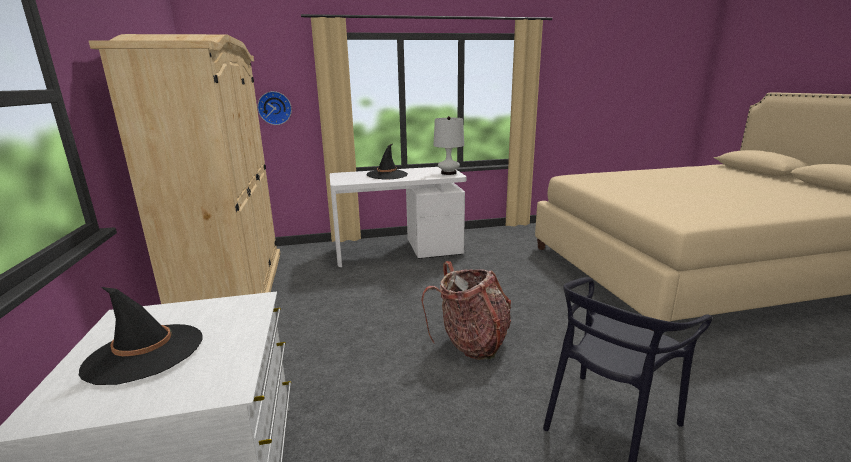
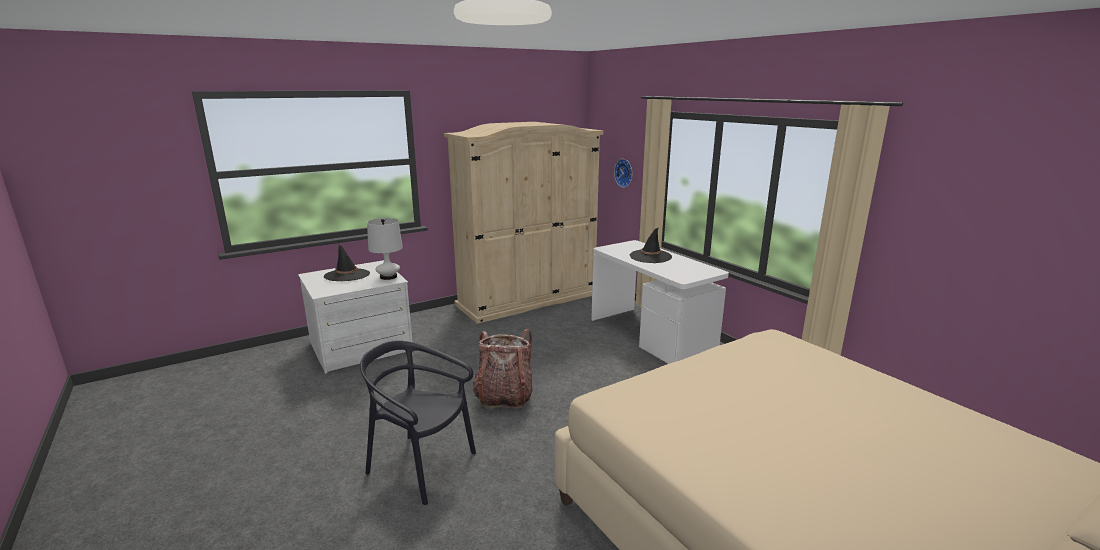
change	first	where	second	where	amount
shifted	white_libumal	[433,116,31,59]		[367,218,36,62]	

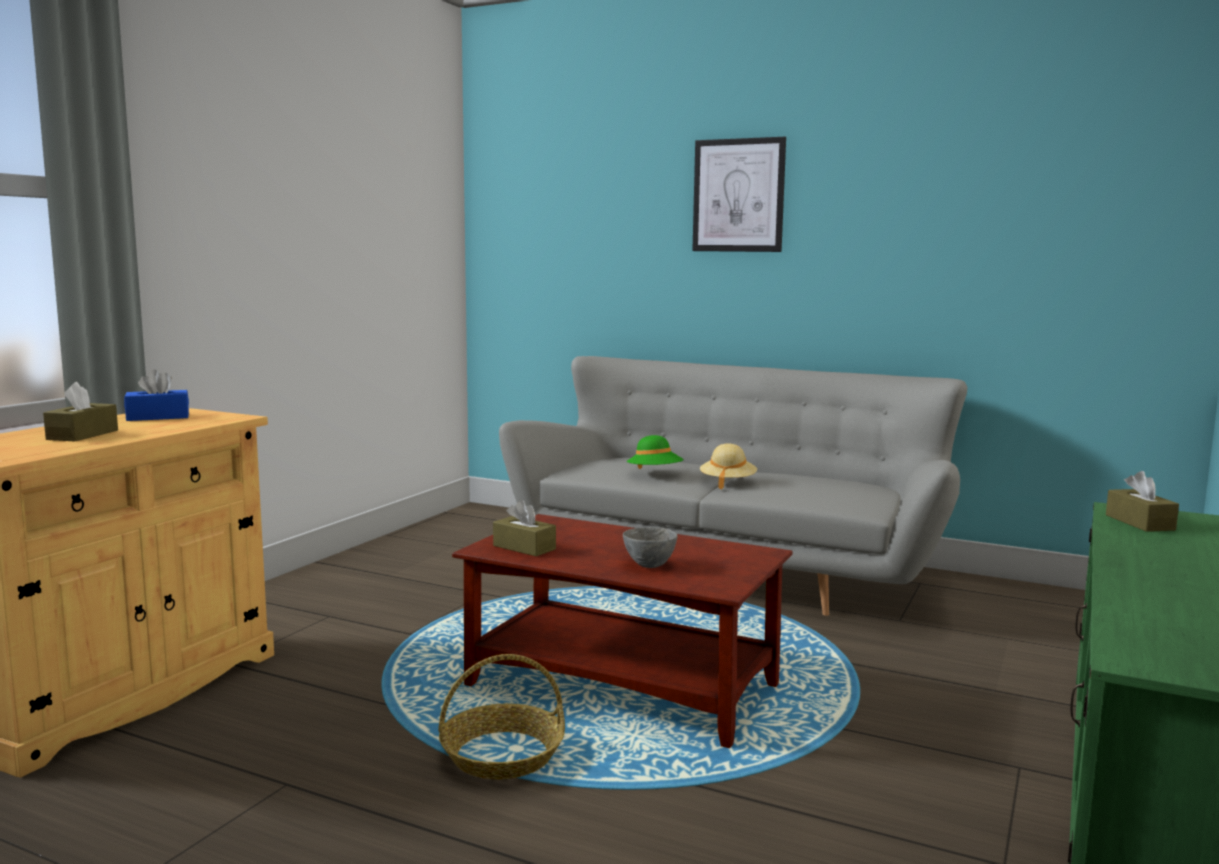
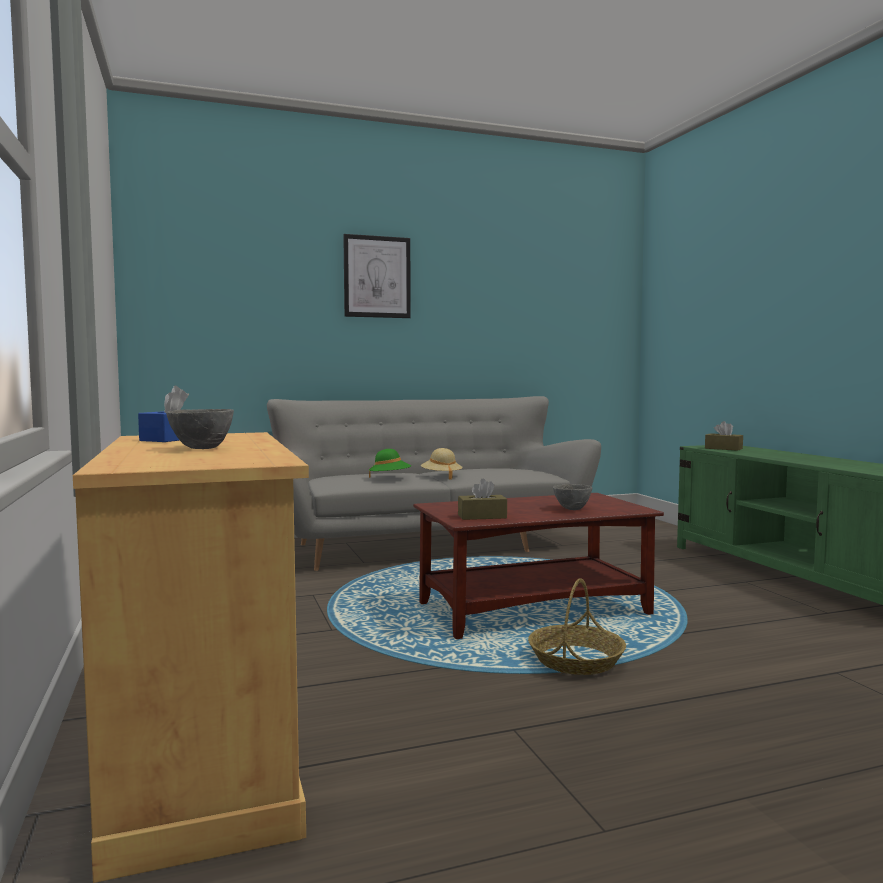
change	first	where	second	where	amount
swapped	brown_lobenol	[43,382,75,59]	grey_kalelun	[166,409,68,40]	

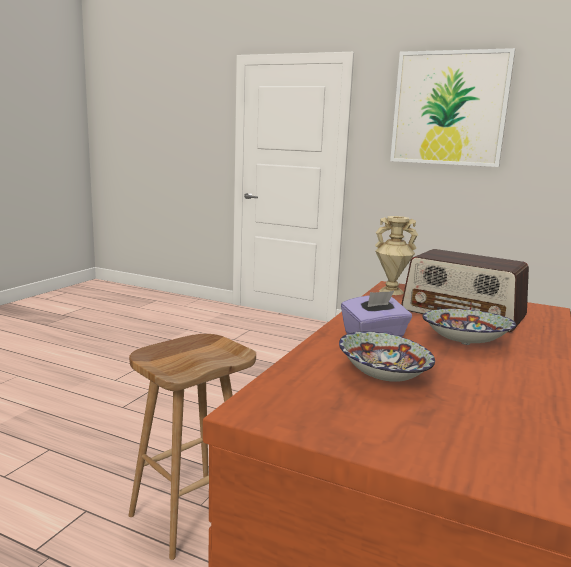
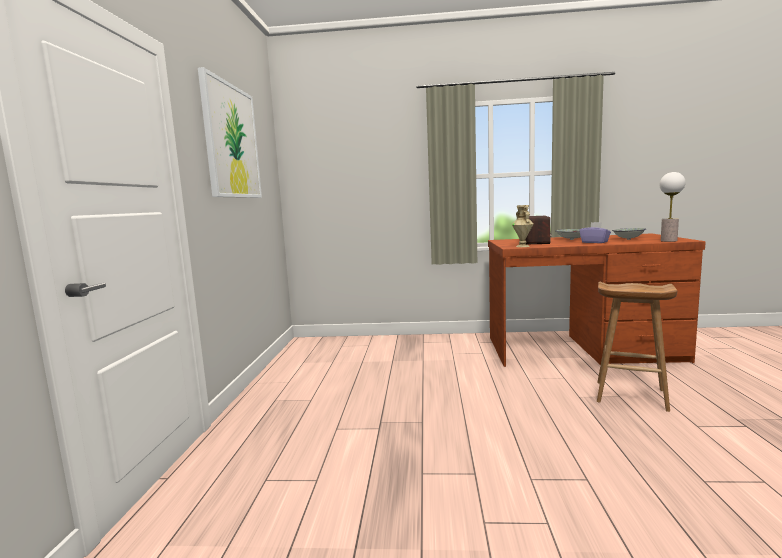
change	first	where	second	where	amount
new			libumal	[660,172,26,70]	

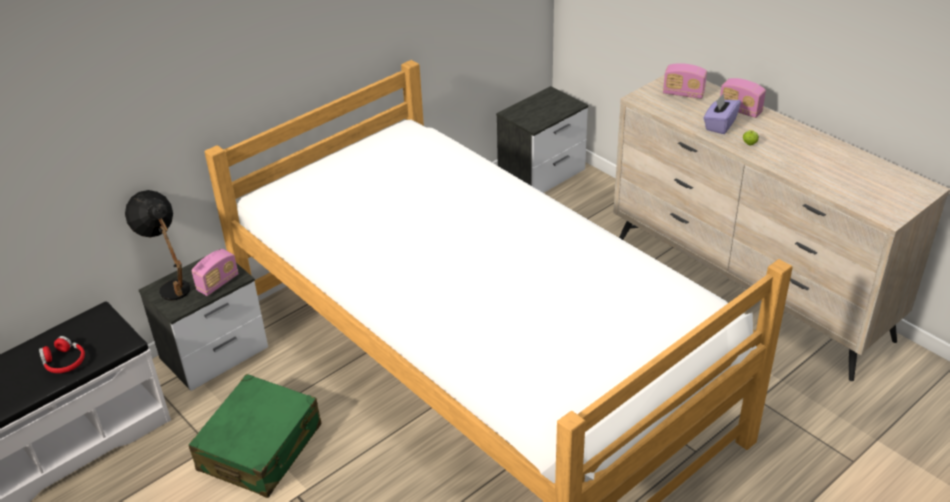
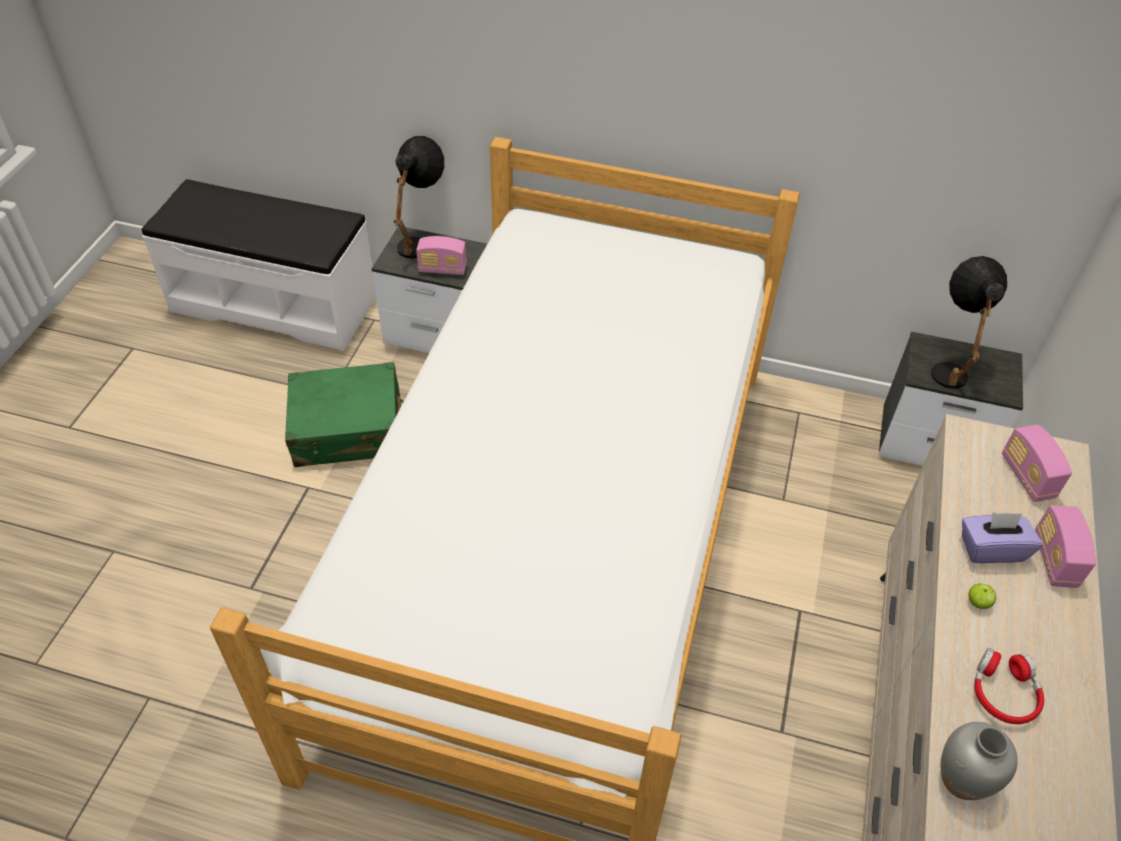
change	first	where	second	where	amount
shifted	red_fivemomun	[39,336,46,37]		[974,648,70,76]	
new			black_libumal	[931,256,76,133]	
new			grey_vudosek	[940,722,78,78]	

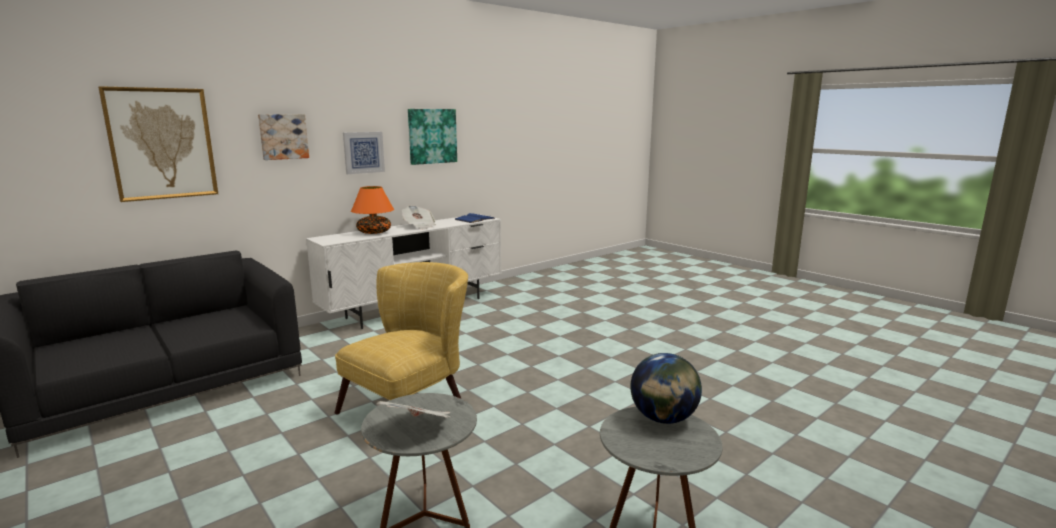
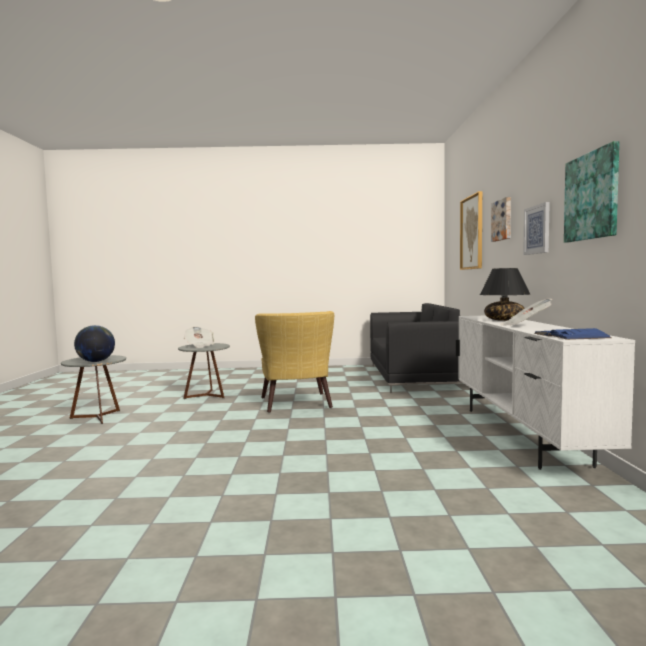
change	first	where	second	where	amount
repainted	orange_libumal	[351,186,43,48]	black_libumal	[480,268,50,53]	

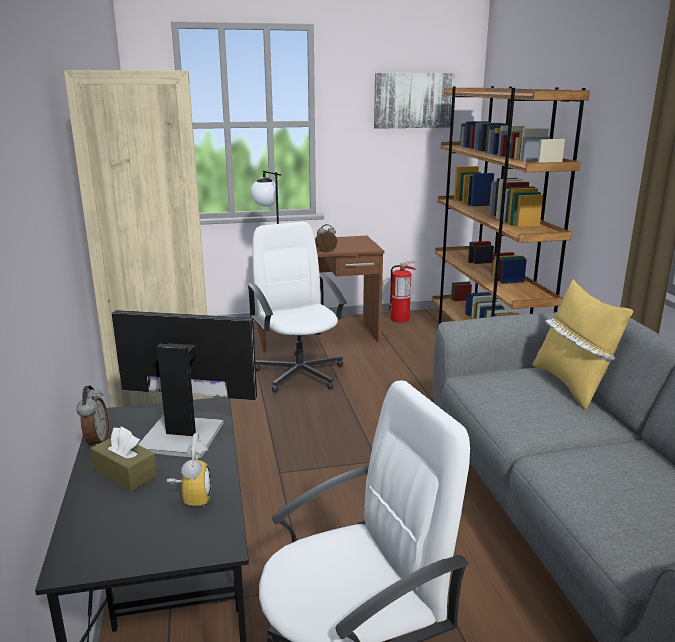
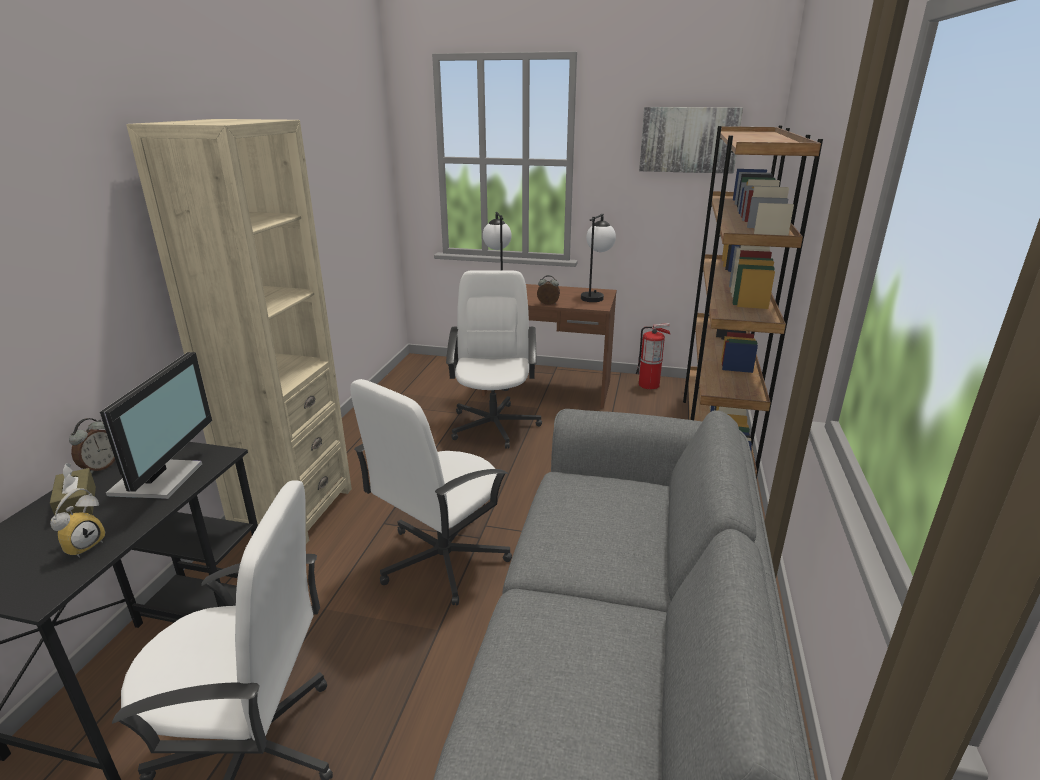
change	first	where	second	where	amount
gone	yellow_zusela	[533,279,100,131]			
rotated	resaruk	[111,310,146,148]		[100,352,112,147]	60 degrees clockwise
new			libumal	[581,213,35,89]	
new			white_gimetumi	[350,379,162,226]	

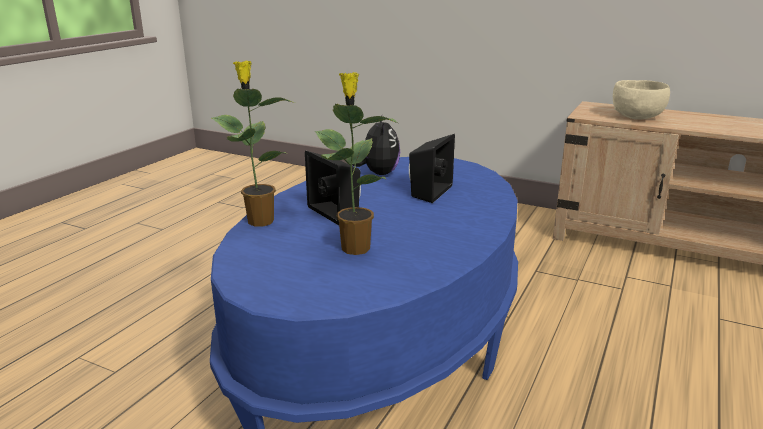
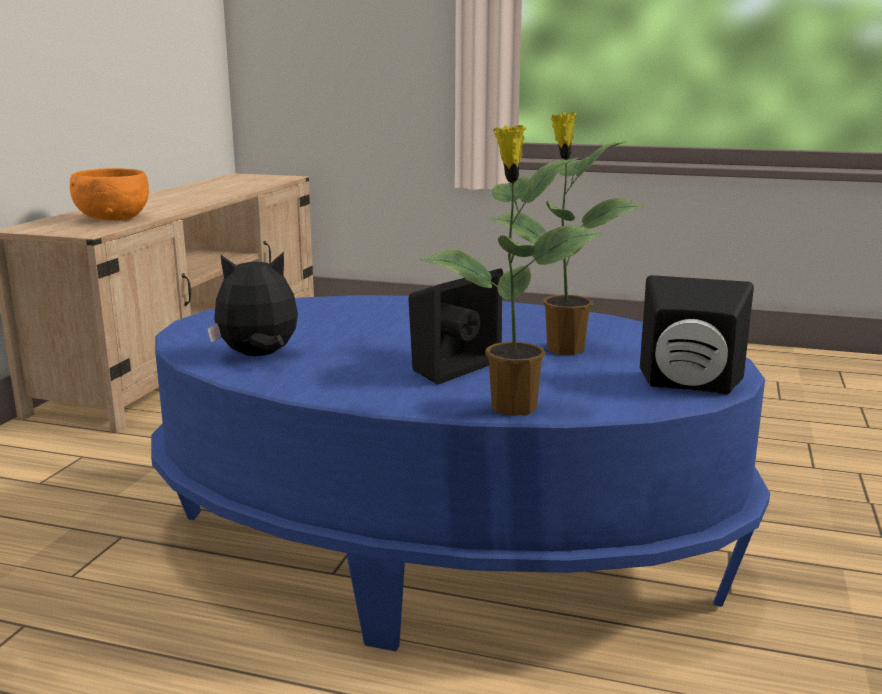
change	first	where	second	where	amount
repainted	beige_kalelun	[613,80,57,40]	orange_kalelun	[70,168,79,53]	
shifted	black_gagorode	[409,134,46,69]		[640,275,114,119]	

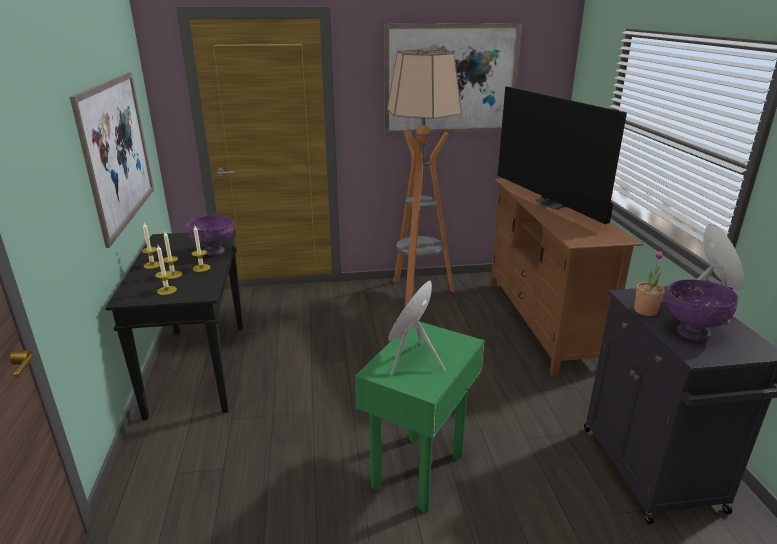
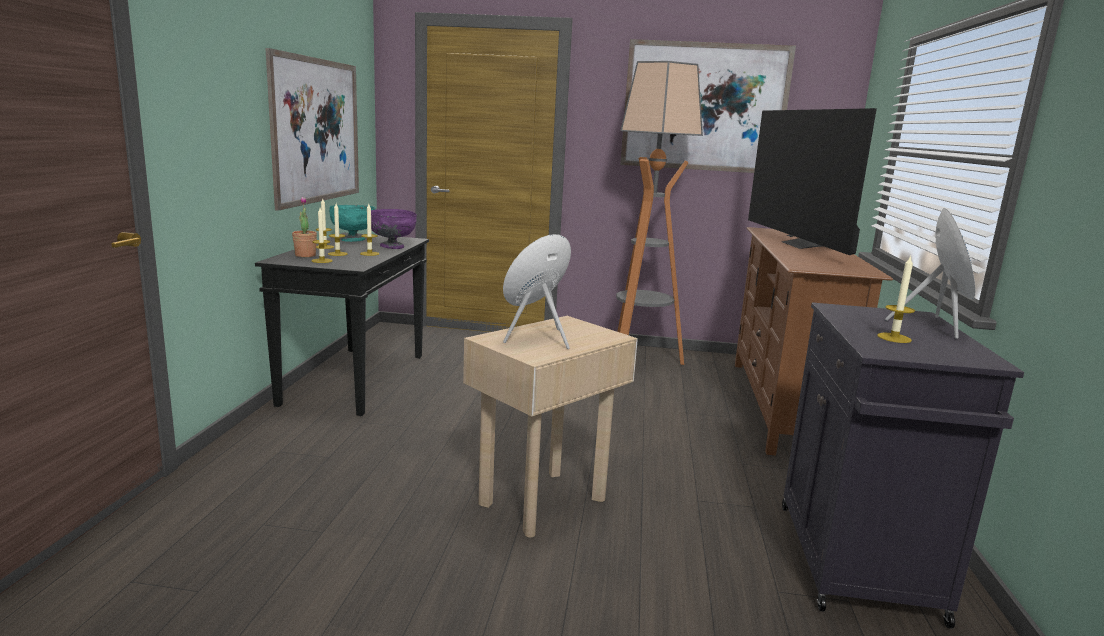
change	first	where	second	where	amount
shifted	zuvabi	[634,251,31,65]		[292,197,25,60]	
swapped	purple_kalelun	[666,280,73,61]	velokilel	[877,255,38,88]	
repainted	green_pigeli	[355,321,129,192]	beige_pigeli	[463,316,175,222]	
new			turquoise_kalelun	[329,205,46,37]	

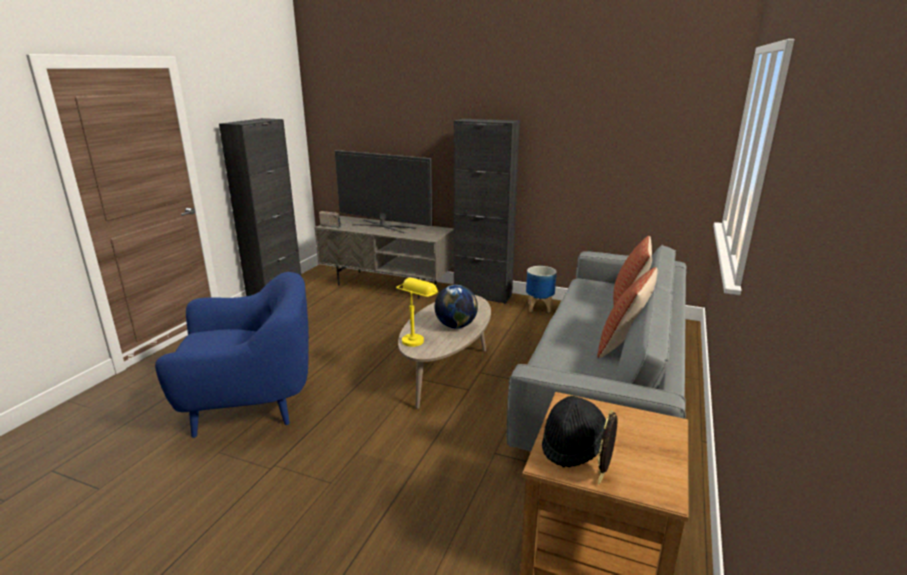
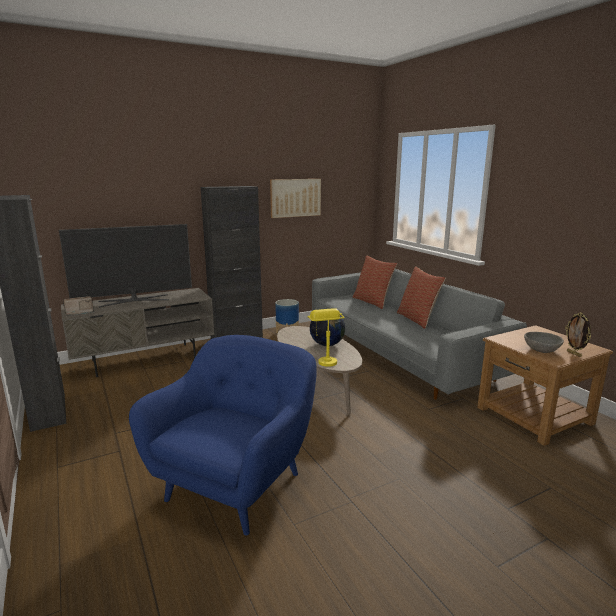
change	first	where	second	where	amount
swapped	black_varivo	[542,396,64,71]	grey_kalelun	[524,332,40,21]	
new			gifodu	[270,179,51,39]	

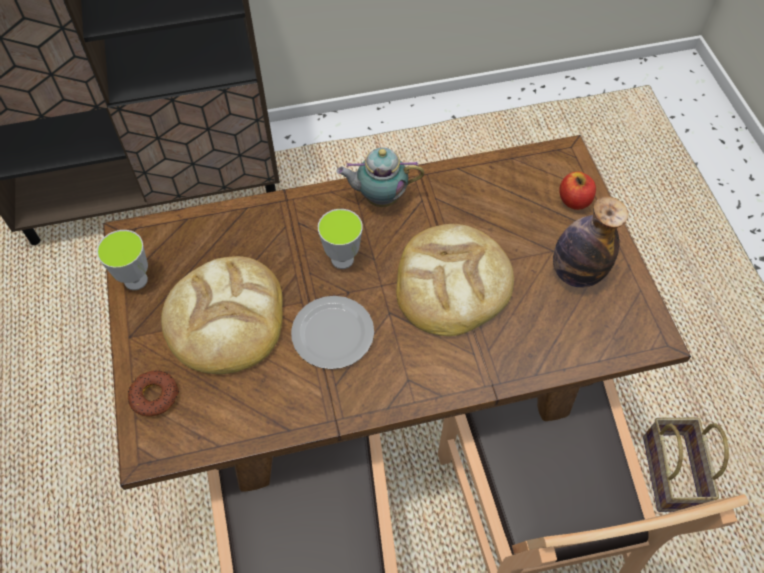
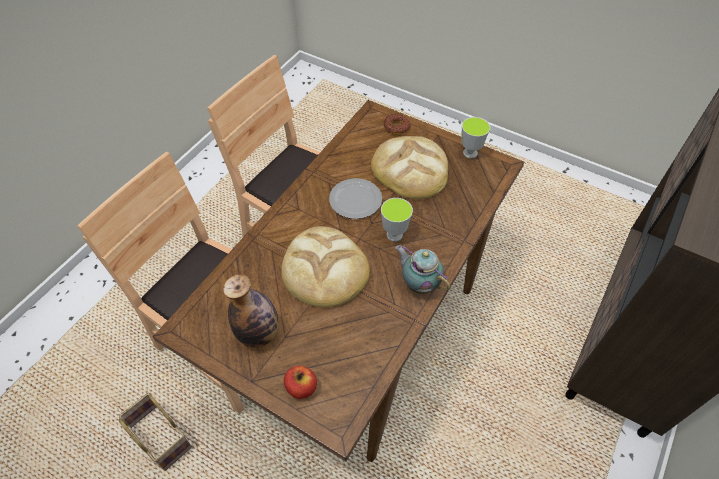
change	first	where	second	where	amount
rotated	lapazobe	[336,147,88,60]		[395,245,56,49]	90 degrees counterclockwise

